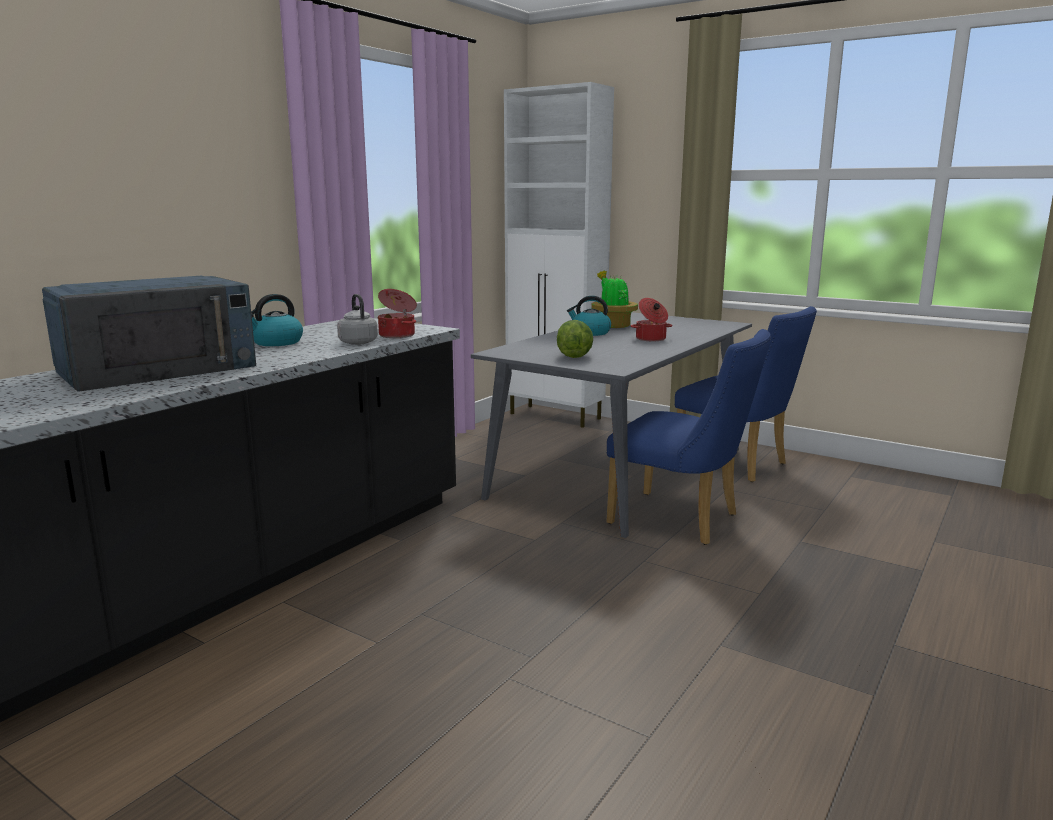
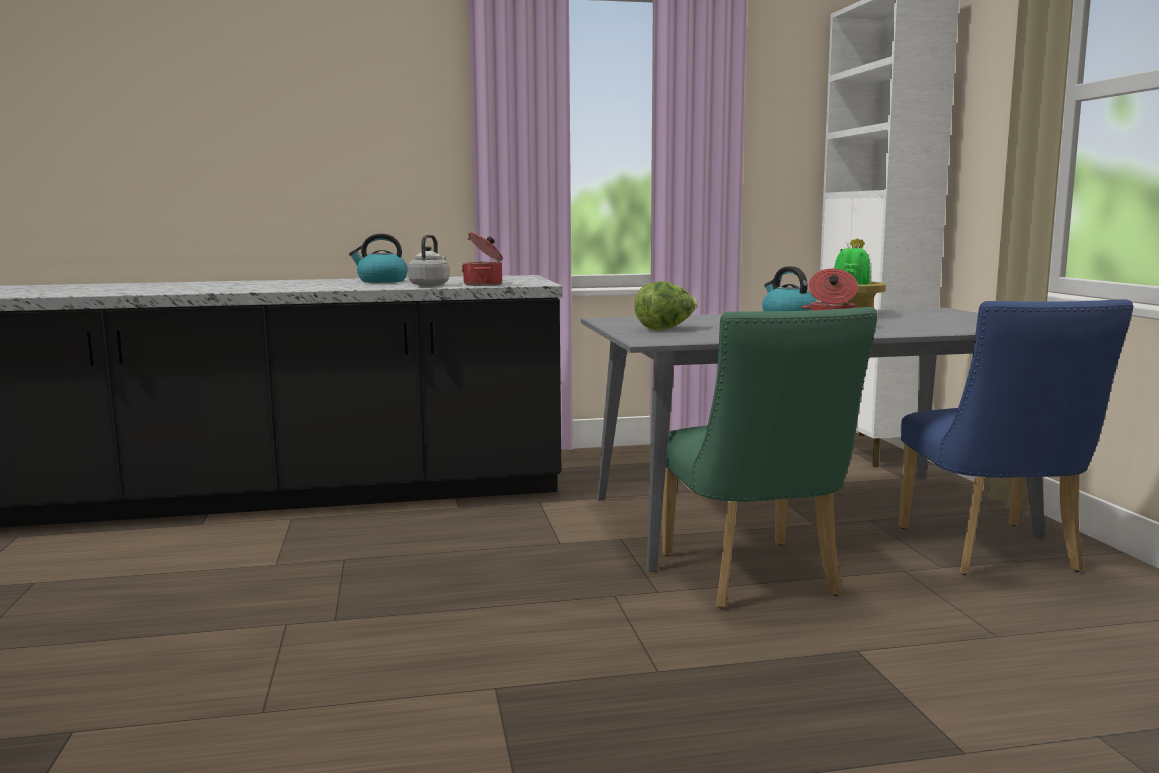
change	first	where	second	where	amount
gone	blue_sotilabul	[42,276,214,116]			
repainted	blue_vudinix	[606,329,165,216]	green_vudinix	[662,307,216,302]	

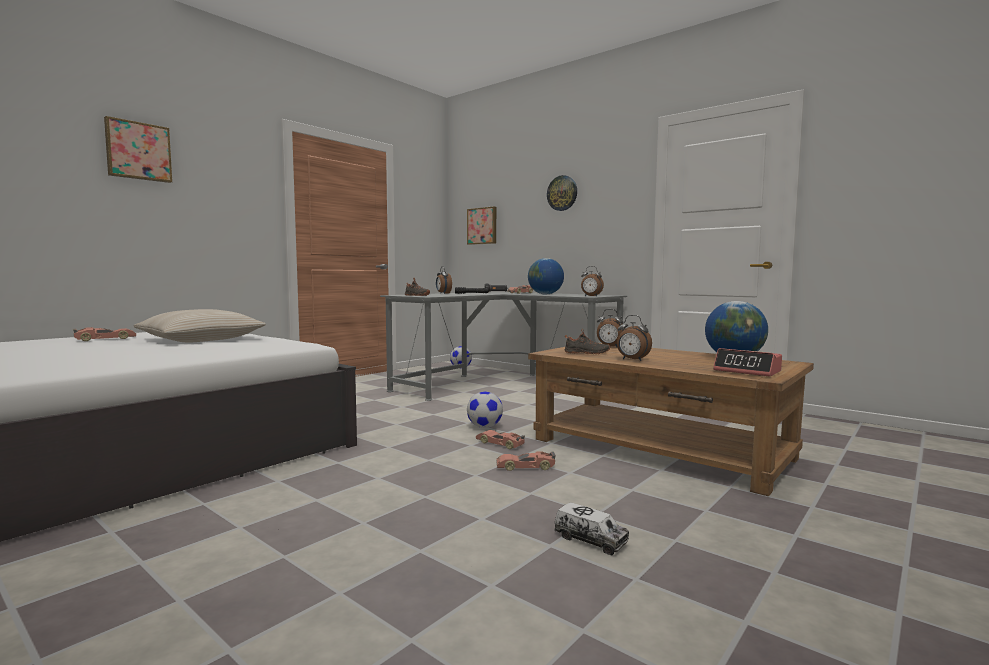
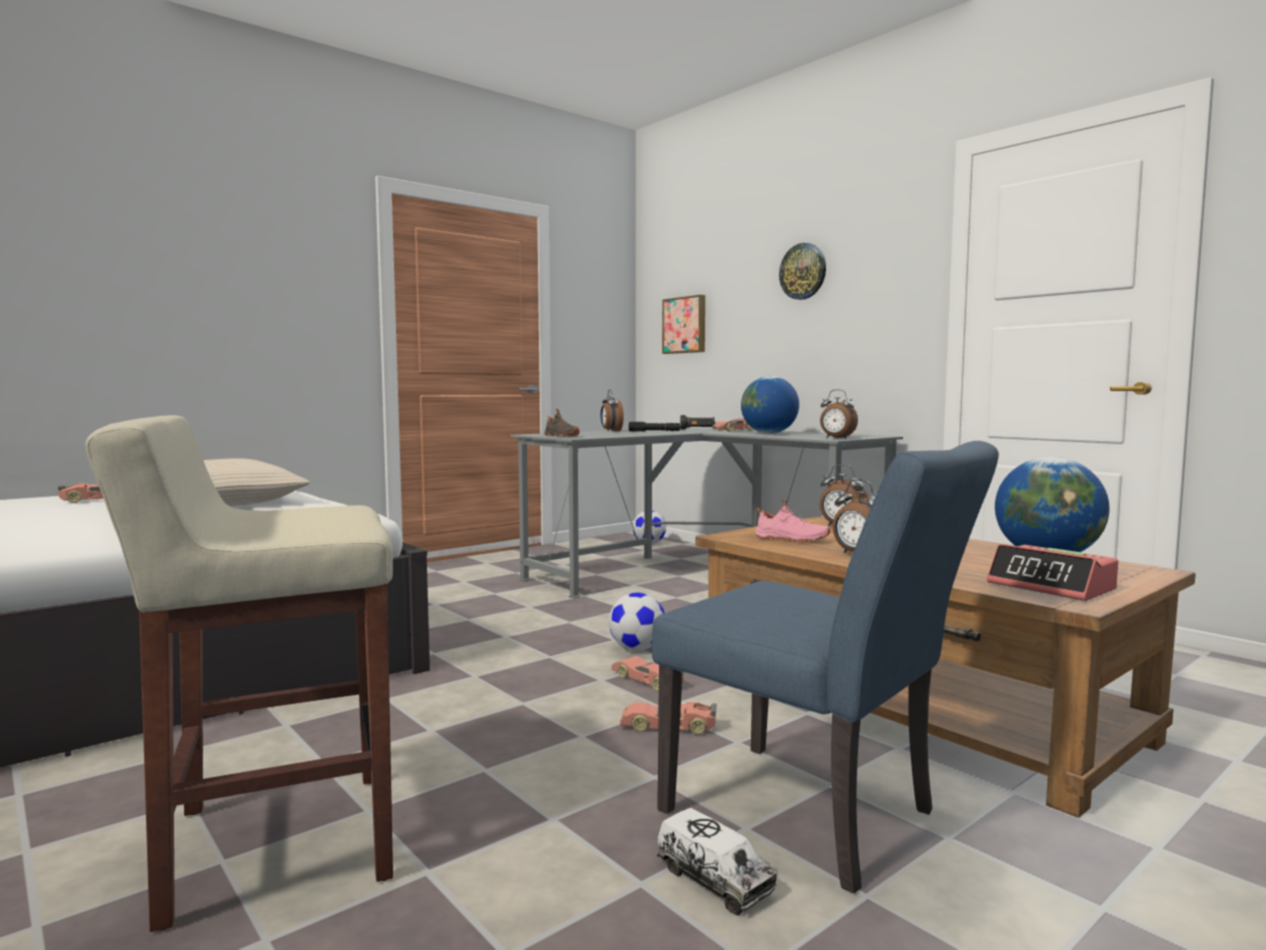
change	first	where	second	where	amount
gone	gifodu	[104,116,68,67]			
repainted	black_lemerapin	[565,329,45,25]	pink_lemerapin	[755,499,75,43]	
new			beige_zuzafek	[85,415,308,517]	
new			blue_vudinix	[652,441,347,453]	

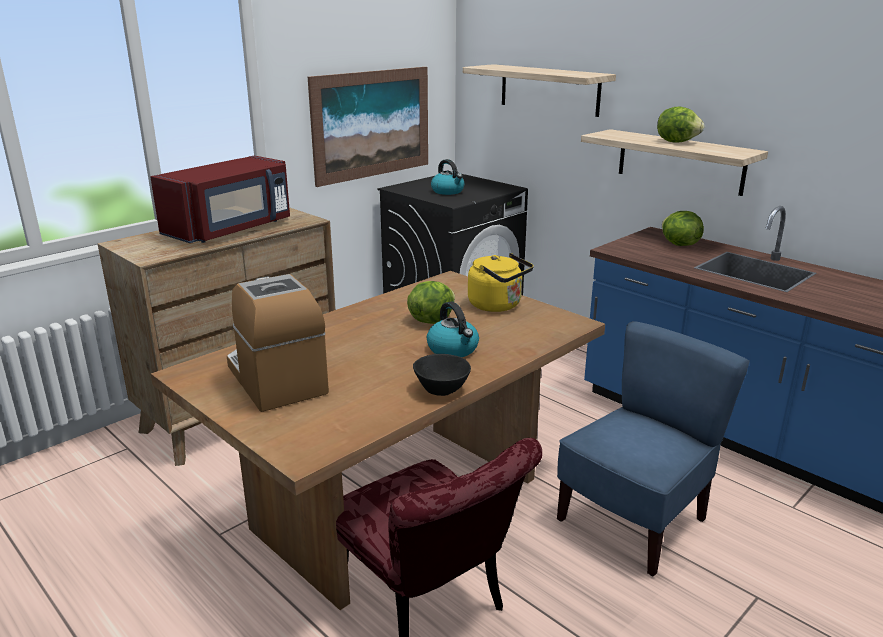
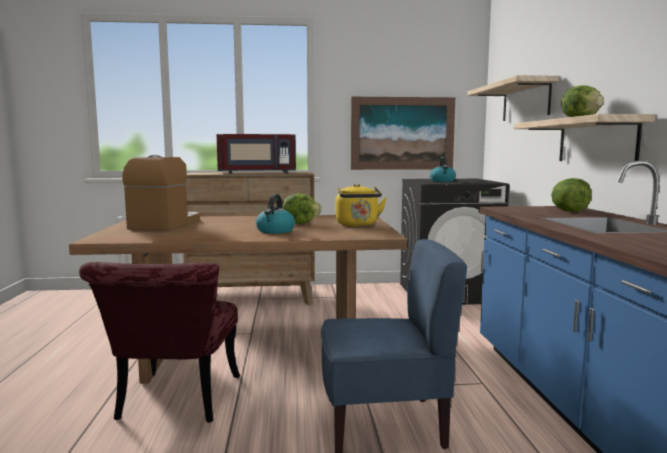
change	first	where	second	where	amount
gone	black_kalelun	[413,354,58,42]			

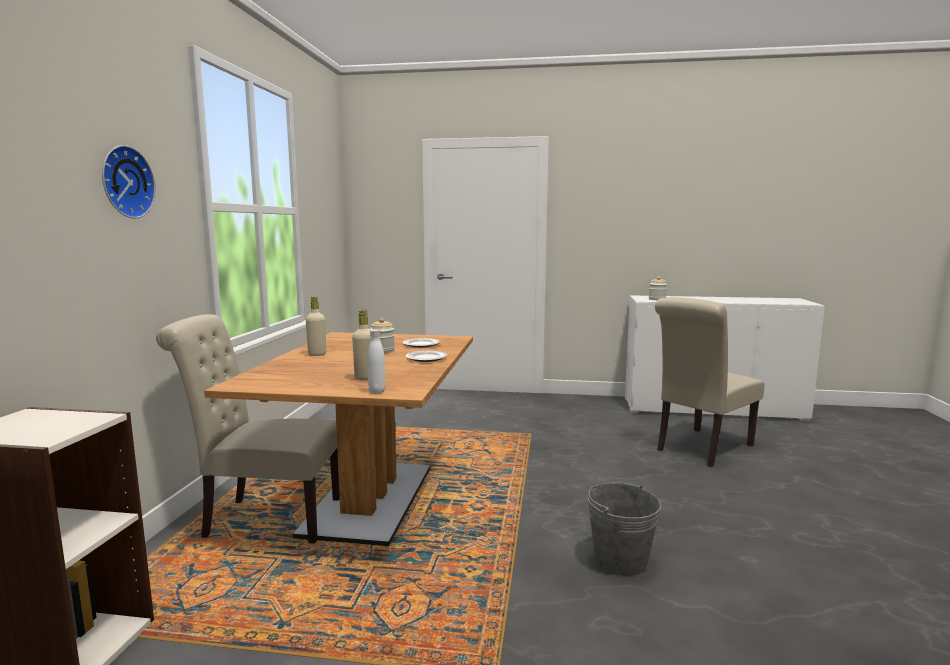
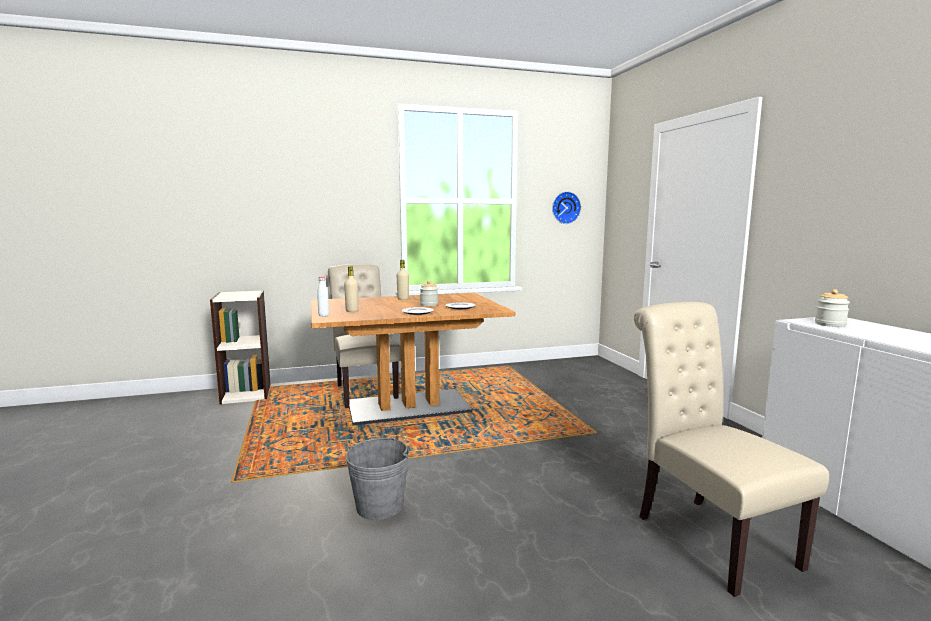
change	first	where	second	where	amount
shifted	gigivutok	[102,145,54,74]		[552,191,29,33]	
rotated	beige_vudinix	[655,297,109,170]		[634,302,195,295]	45 degrees clockwise

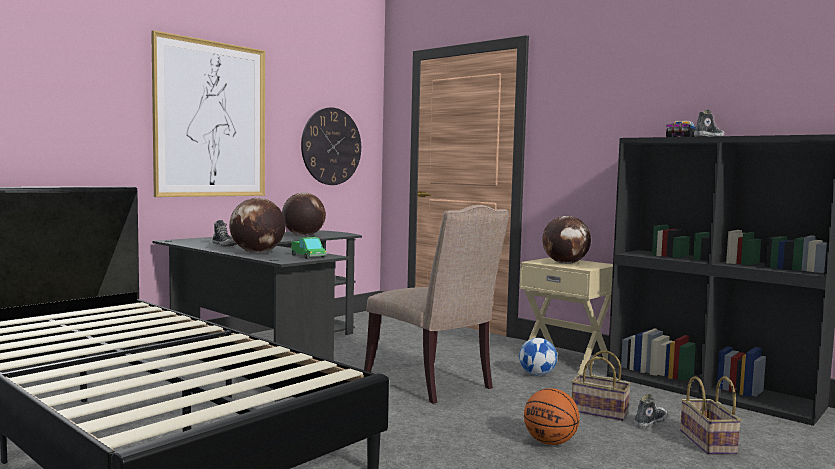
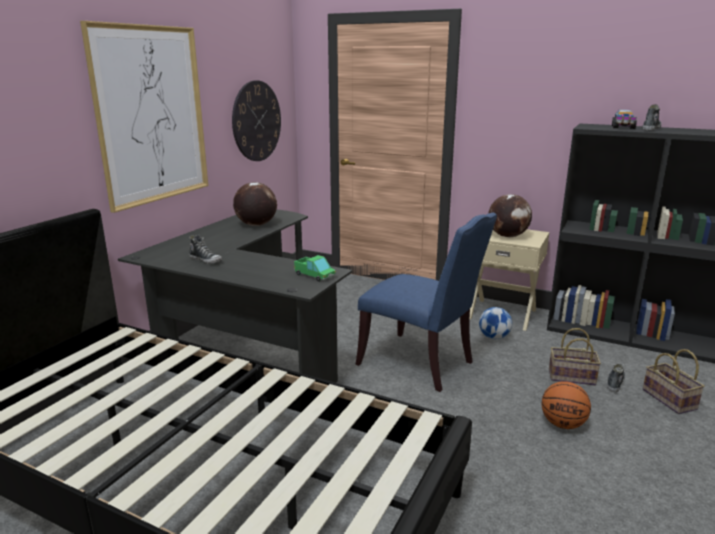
change	first	where	second	where	amount
gone	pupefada	[229,198,57,55]			
repainted	beige_vudinix	[364,205,145,199]	blue_vudinix	[355,212,142,180]	

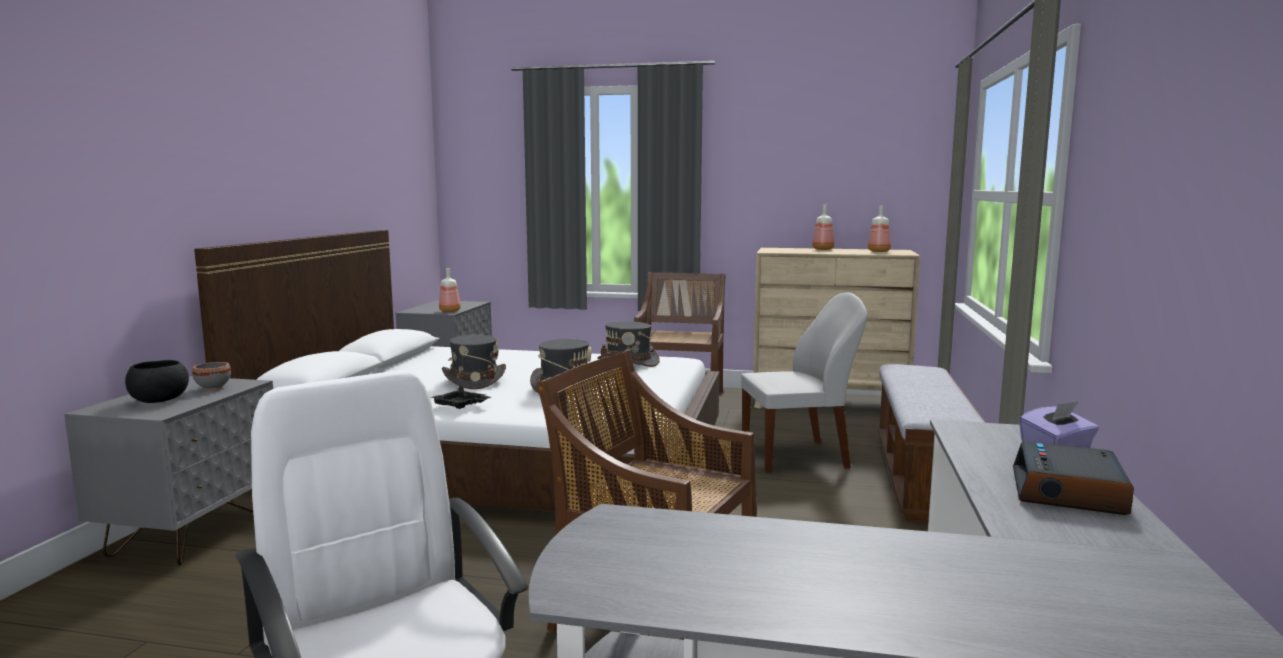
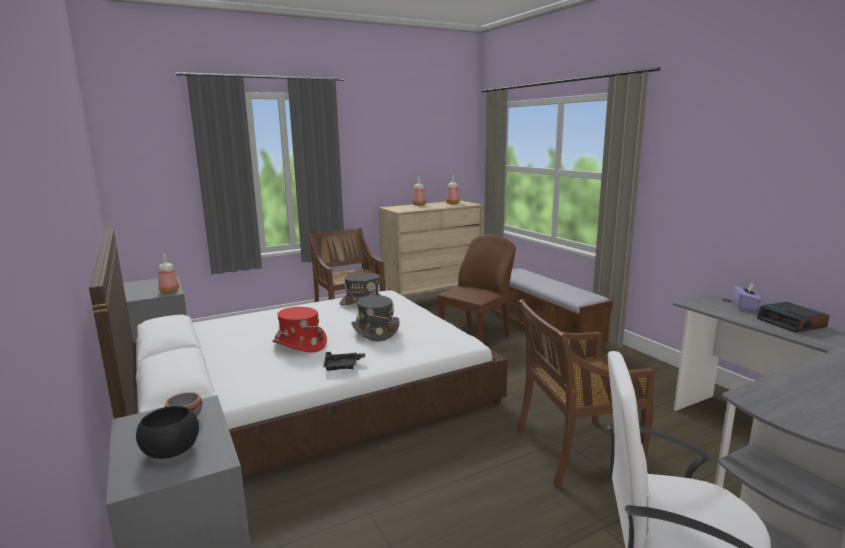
change	first	where	second	where	amount
repainted	white_vudinix	[741,293,127,180]	brown_vudinix	[437,234,79,109]	
repainted	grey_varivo	[442,335,64,54]	red_varivo	[272,307,55,45]	

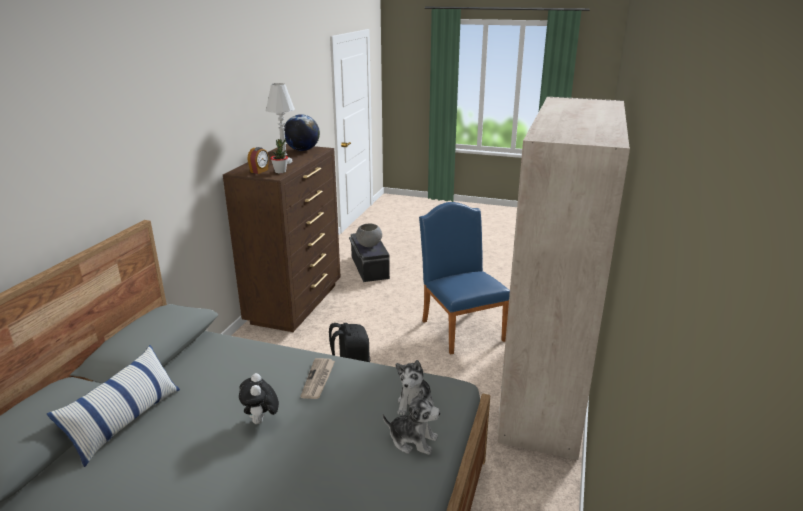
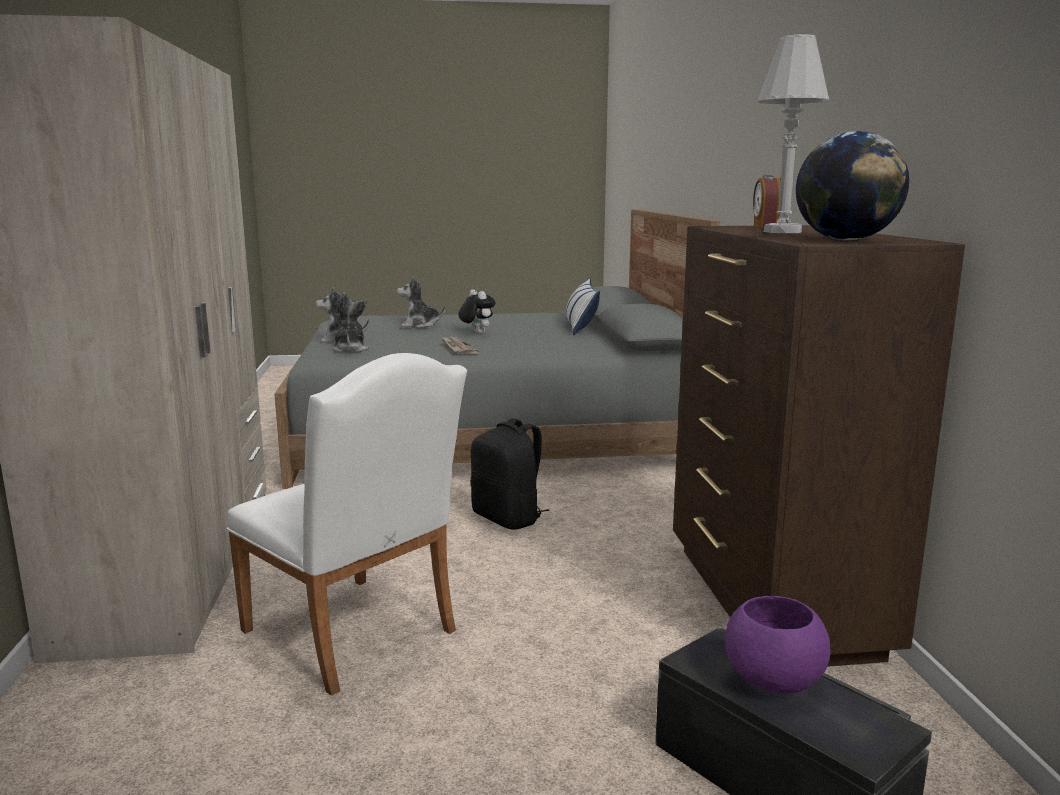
change	first	where	second	where	amount
gone	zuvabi	[271,138,17,35]			
repainted	blue_vudinix	[419,202,91,152]	white_vudinix	[227,353,240,343]	
repainted	grey_kalelun	[356,224,26,23]	purple_kalelun	[725,596,106,98]	
new			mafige	[397,276,48,52]	

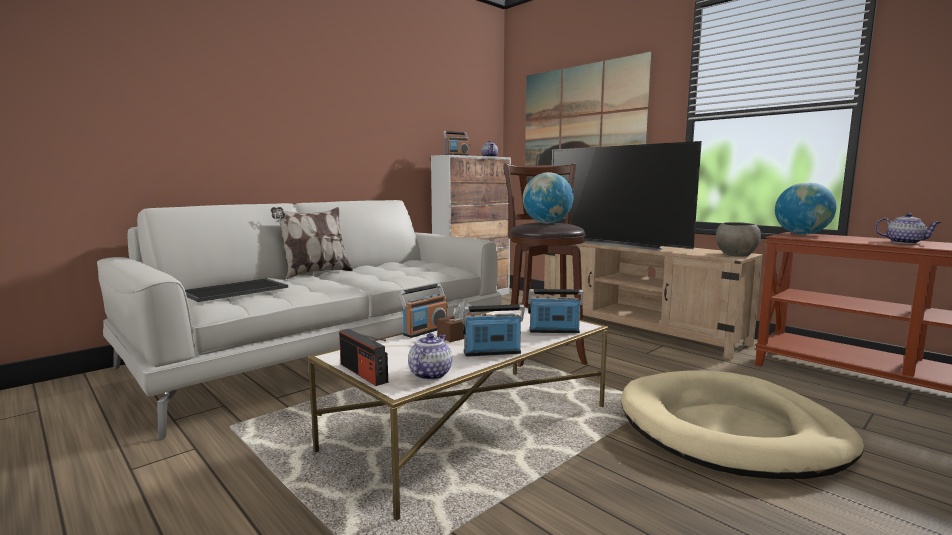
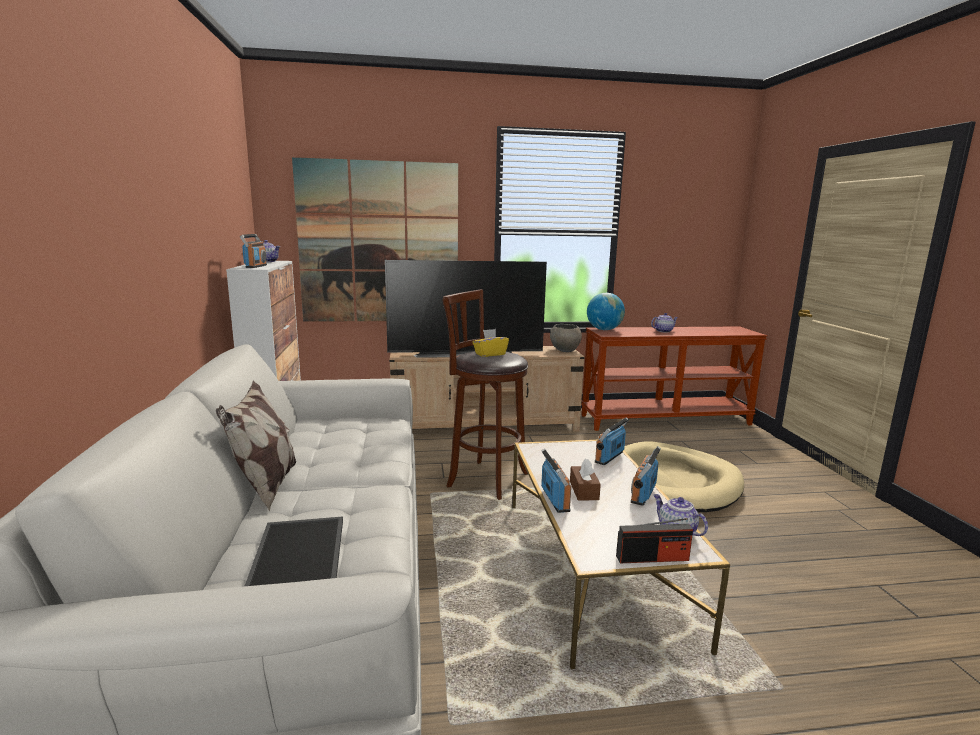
change	first	where	second	where	amount
swapped	pupefada	[523,172,50,52]	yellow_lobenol	[473,329,36,28]	

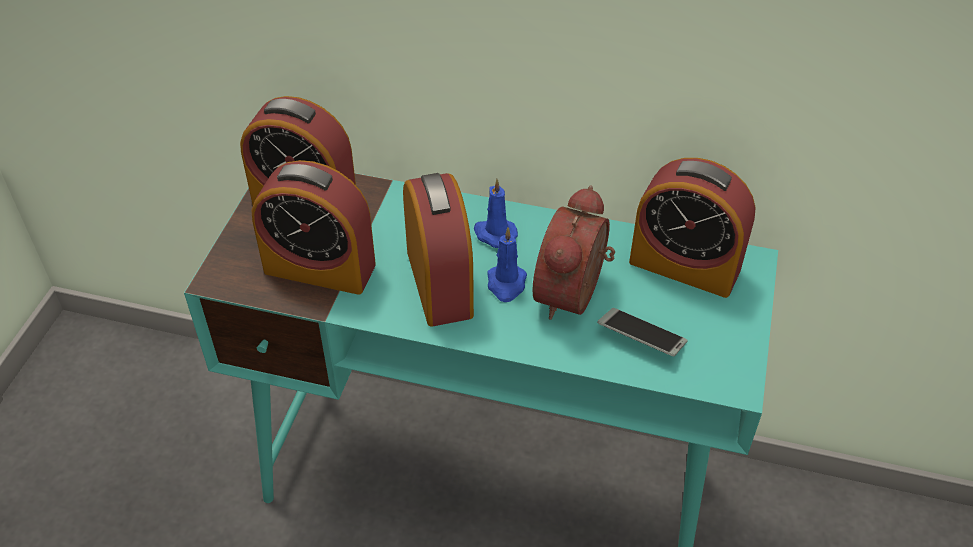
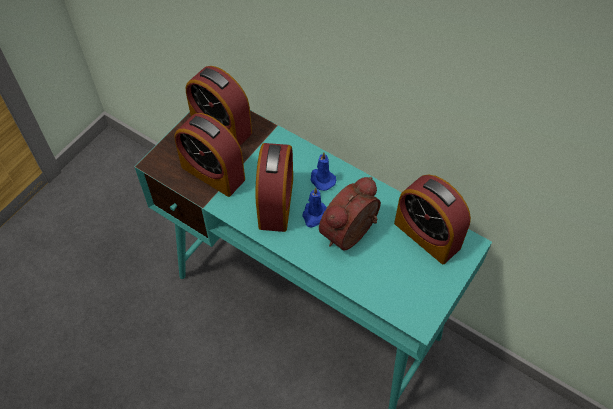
change	first	where	second	where	amount
gone	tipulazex	[597,308,91,48]			

